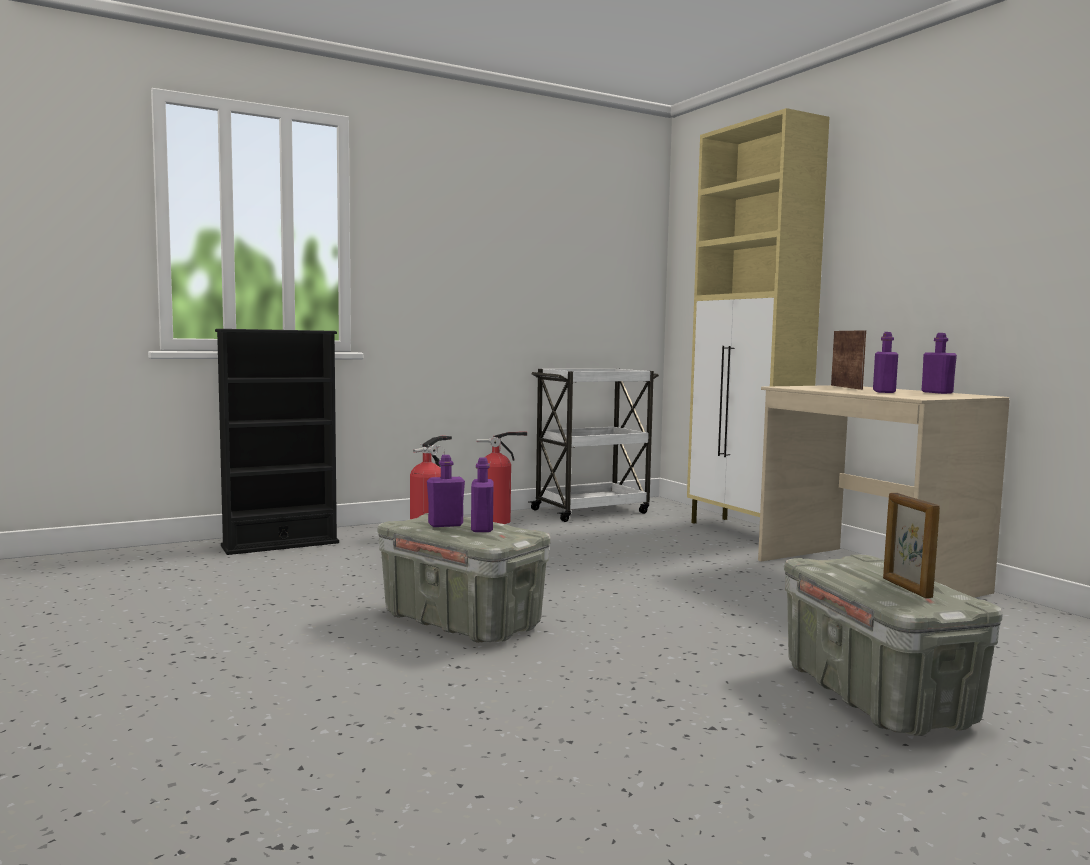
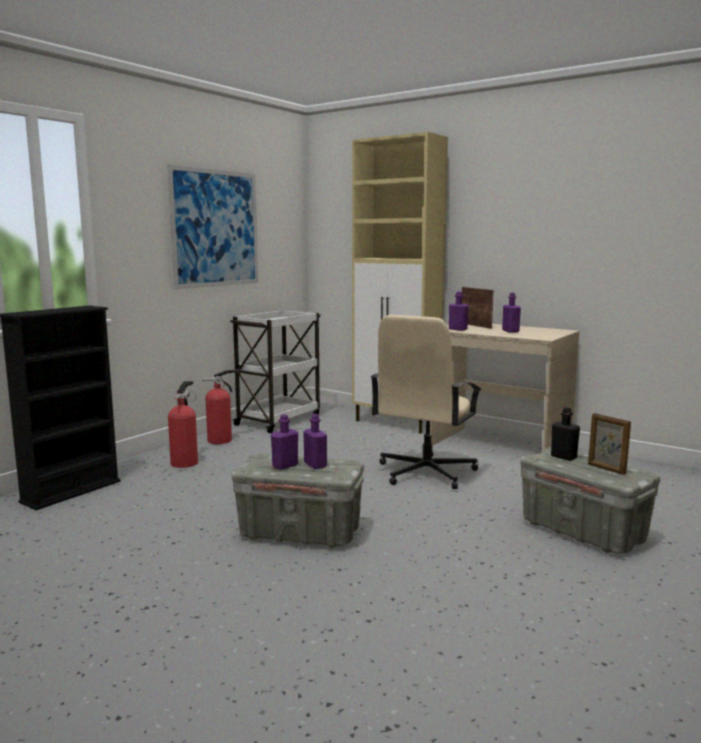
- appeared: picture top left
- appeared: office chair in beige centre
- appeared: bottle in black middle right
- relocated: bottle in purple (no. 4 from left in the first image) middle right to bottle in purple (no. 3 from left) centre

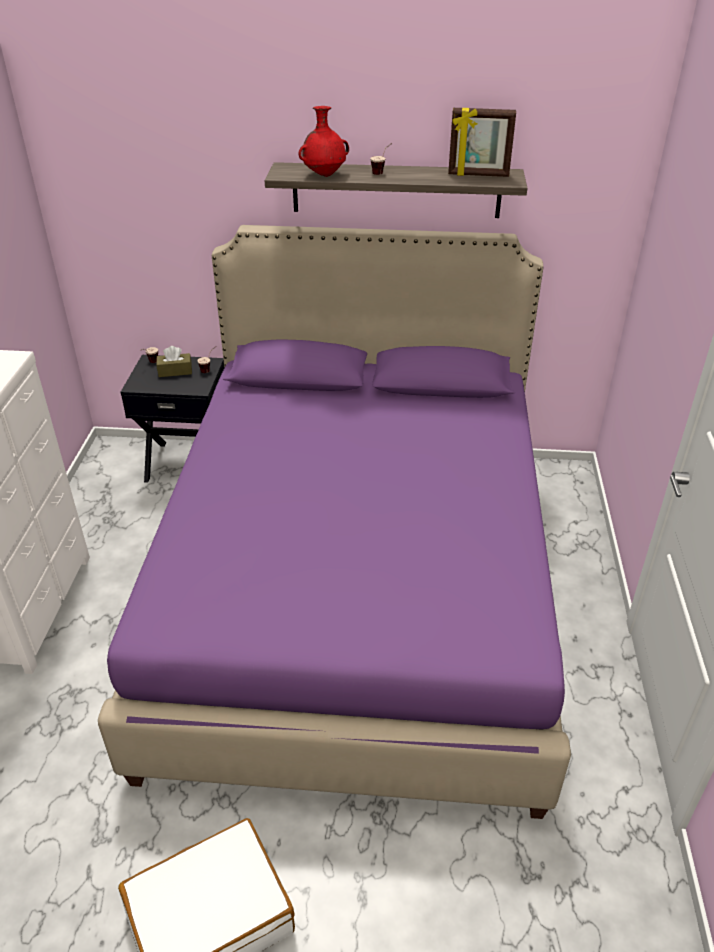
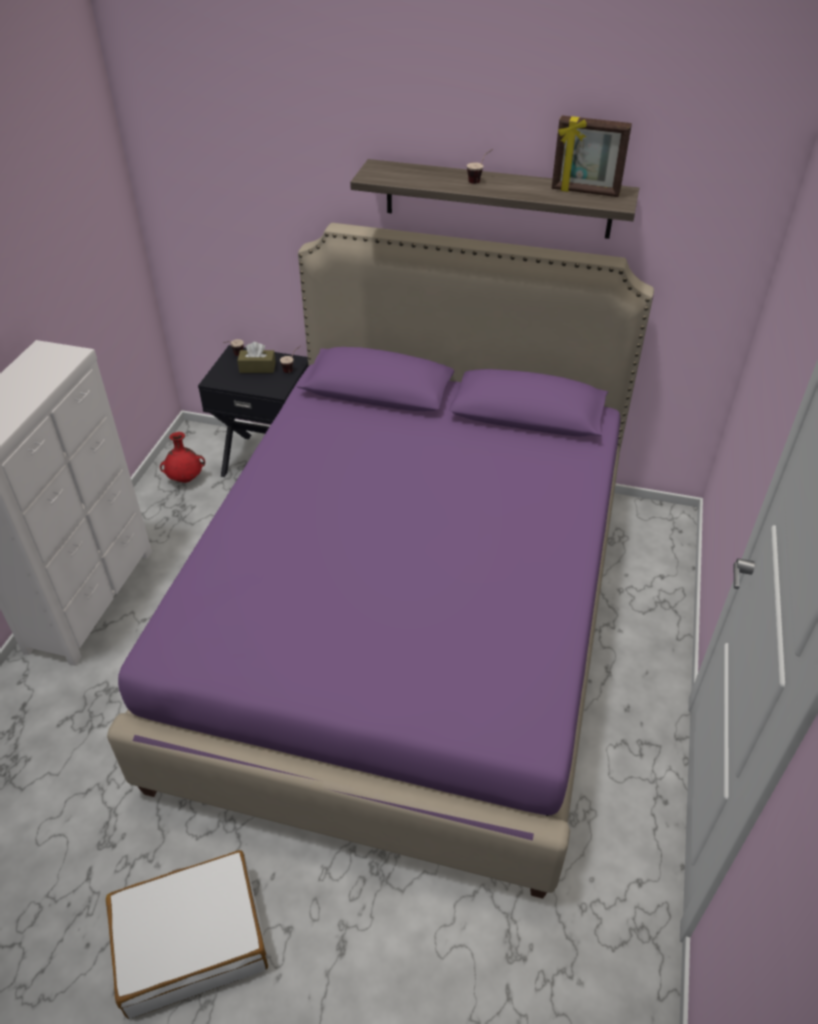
- relocated: vase in red top centre to middle left

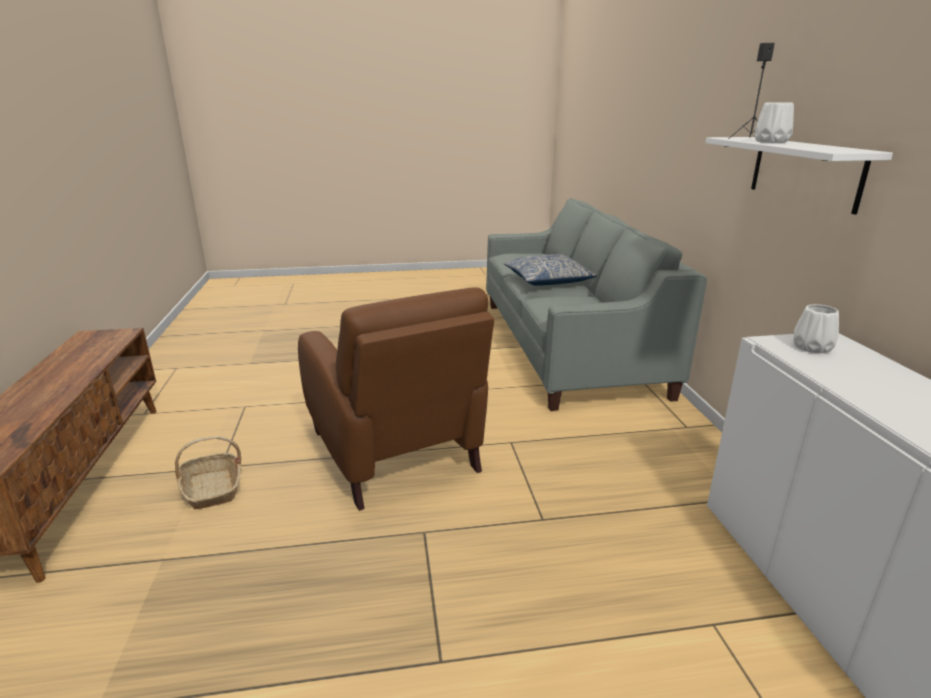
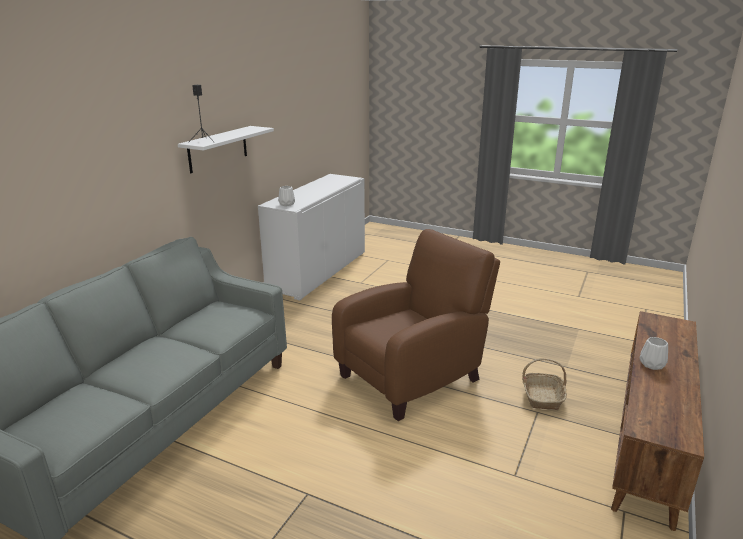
- missing: pillow centre
- relocated: vase in white (no. 1 from left in the first image) top right to vase in white (no. 2 from left) middle right
- spun: armchair in brown centre = centre 45 degrees clockwise

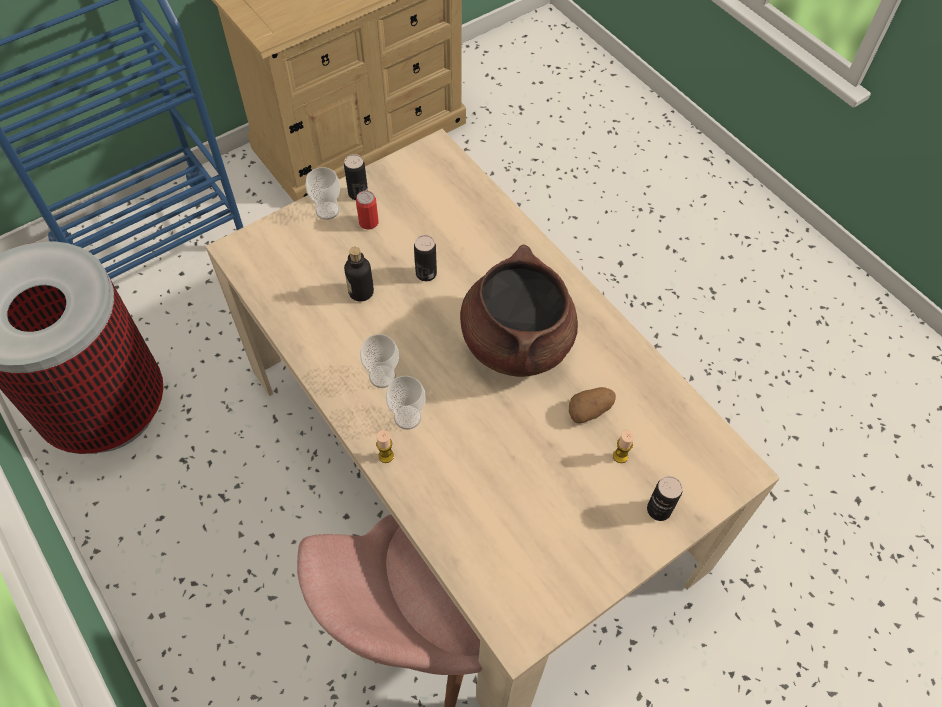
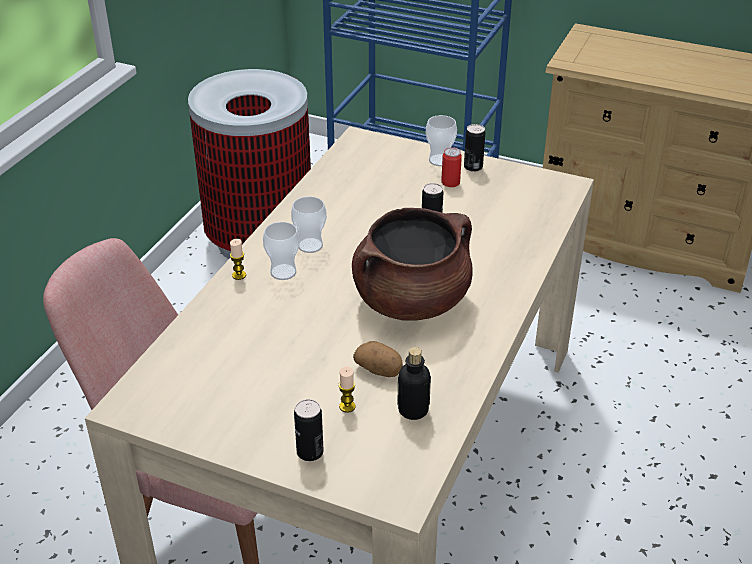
- relocated: bottle centre to bottom centre

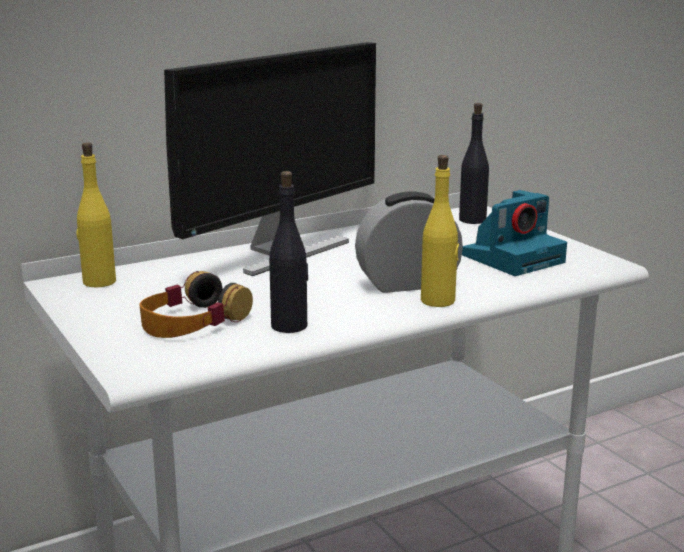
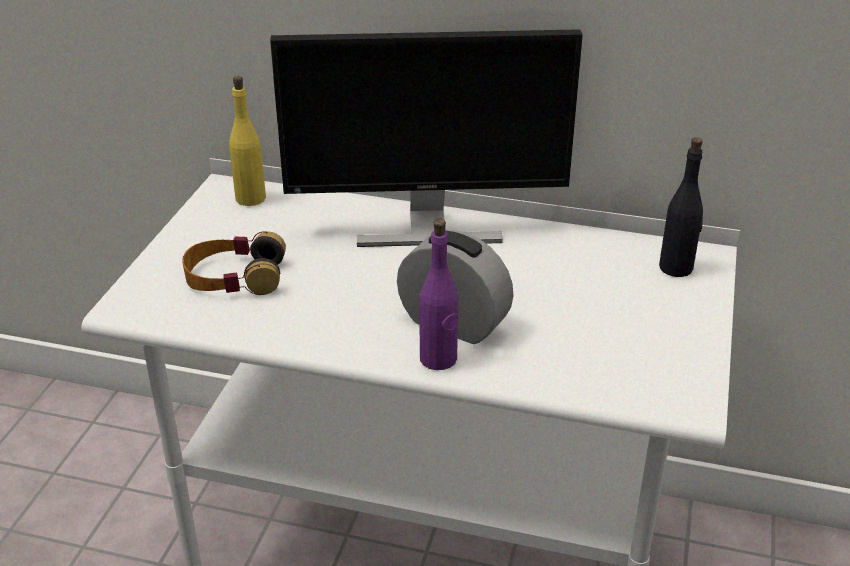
- missing: bottle in black (no. 1 from left) centre
- missing: photo camera middle right
- colour: bottle in yellow (no. 2 from left) centre to bottle in purple centre

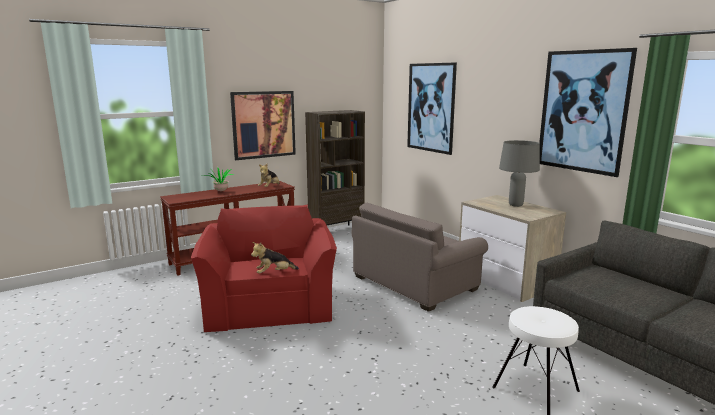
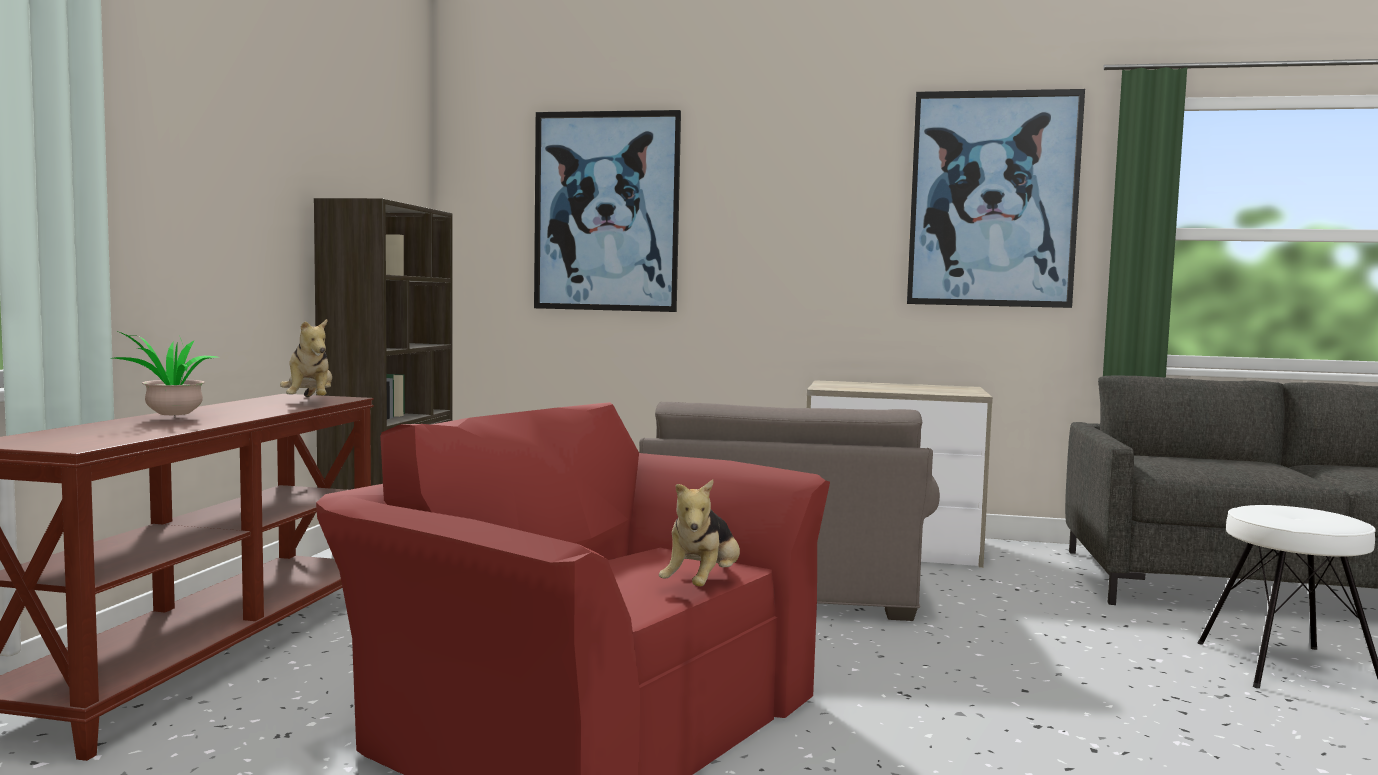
- missing: picture (no. 1 from left) top centre
- missing: table lamp in grey middle right

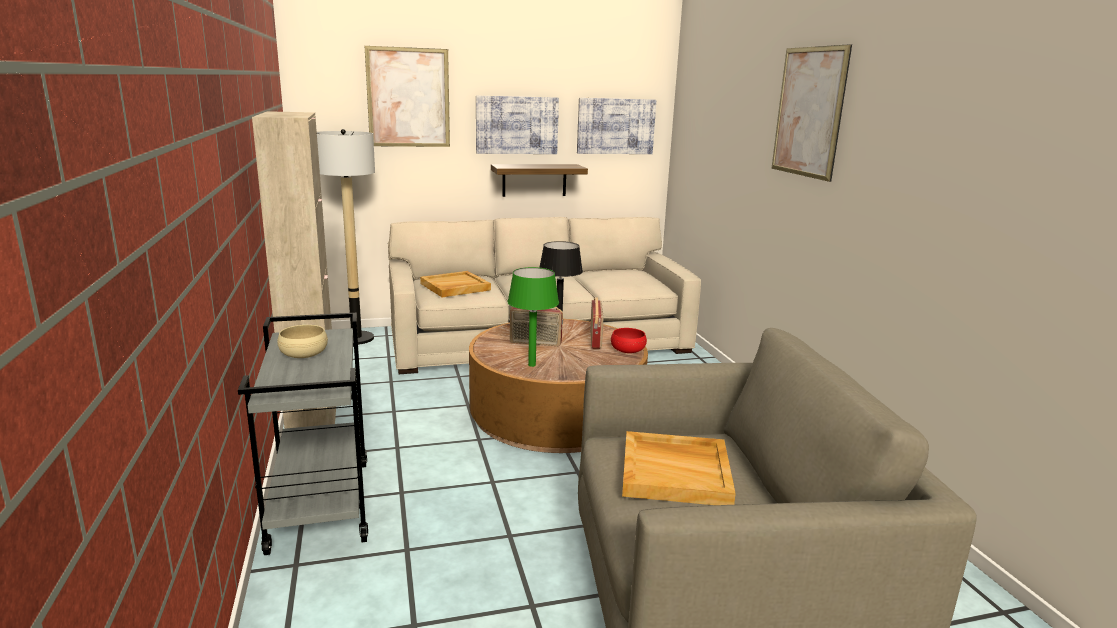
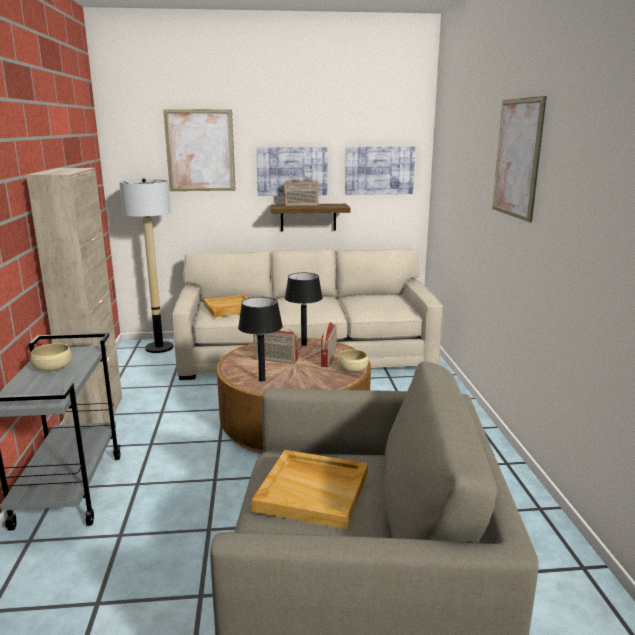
- appeared: radio (no. 2 from left) top centre
- colour: table lamp in green centre to table lamp in black (no. 1 from left) centre
- colour: bowl in red centre to bowl in beige (no. 2 from left) centre

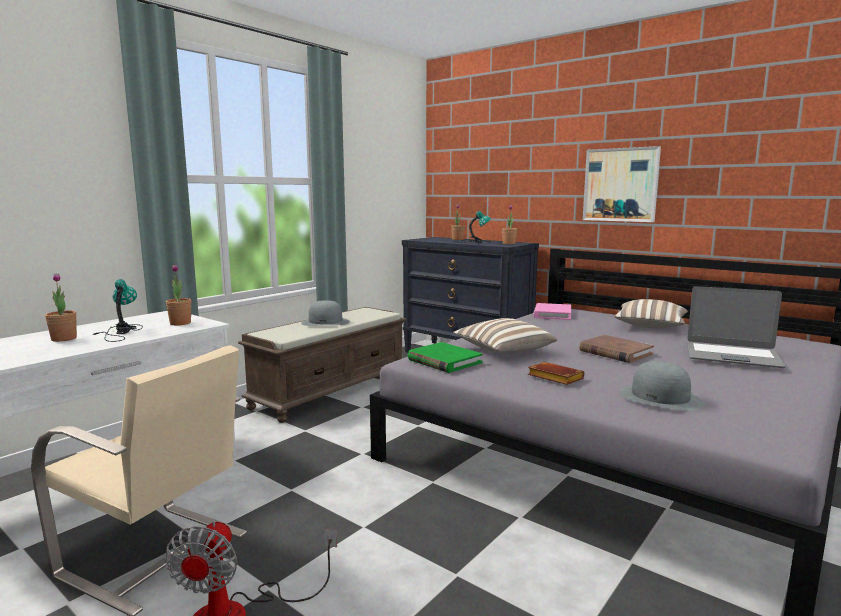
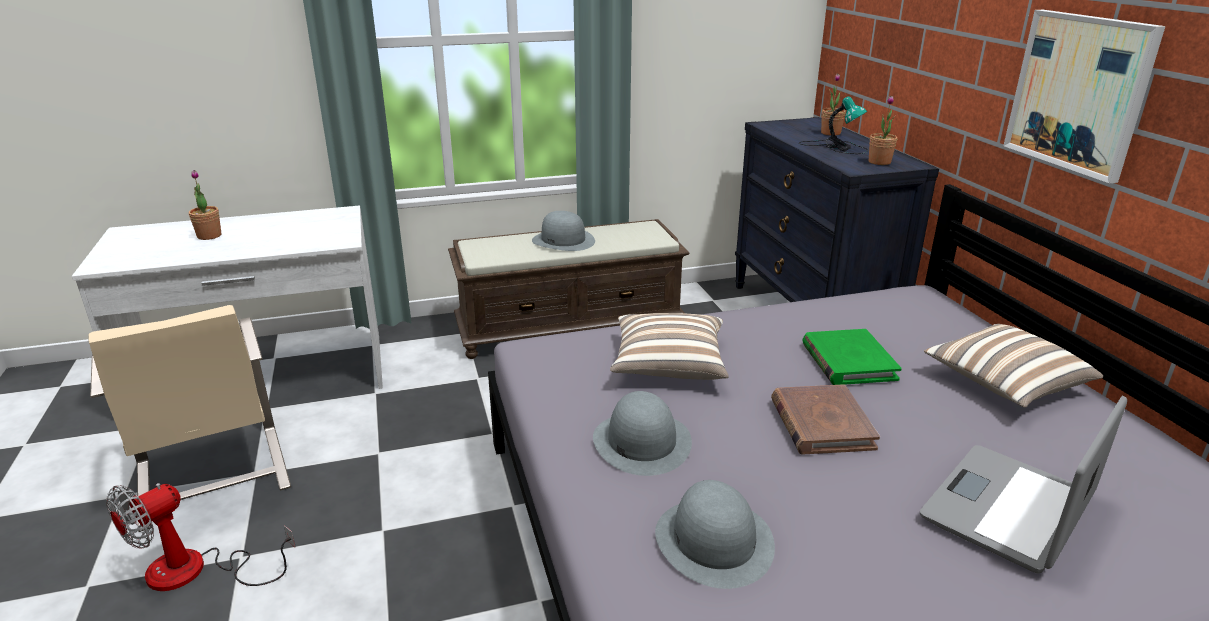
- missing: table lamp (no. 1 from left) middle left
- missing: potted plant (no. 2 from left) middle left
- missing: book in pink centre
- relocated: book in green centre to middle right
- exchanged: book in brown (no. 1 from left) centre to hat in grey (no. 2 from left) bottom centre
- spun: laptop middle right = bottom right 75 degrees clockwise

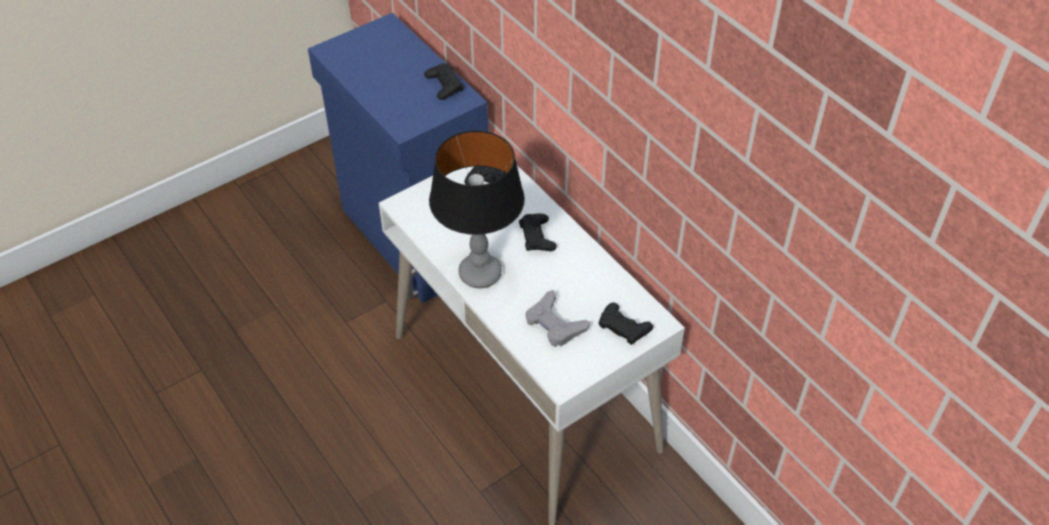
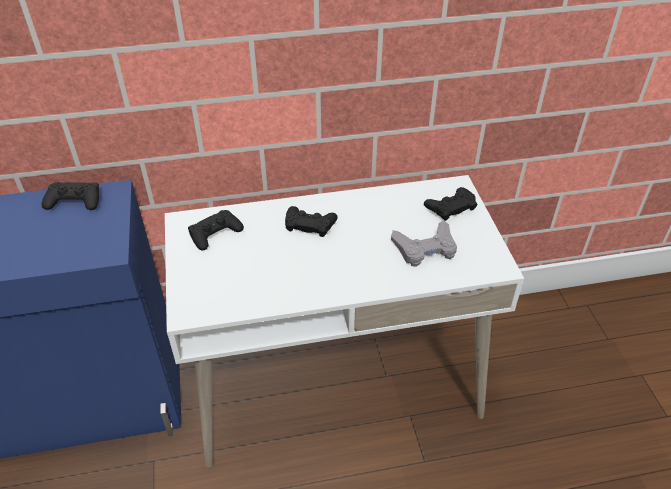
- missing: table lamp centre

